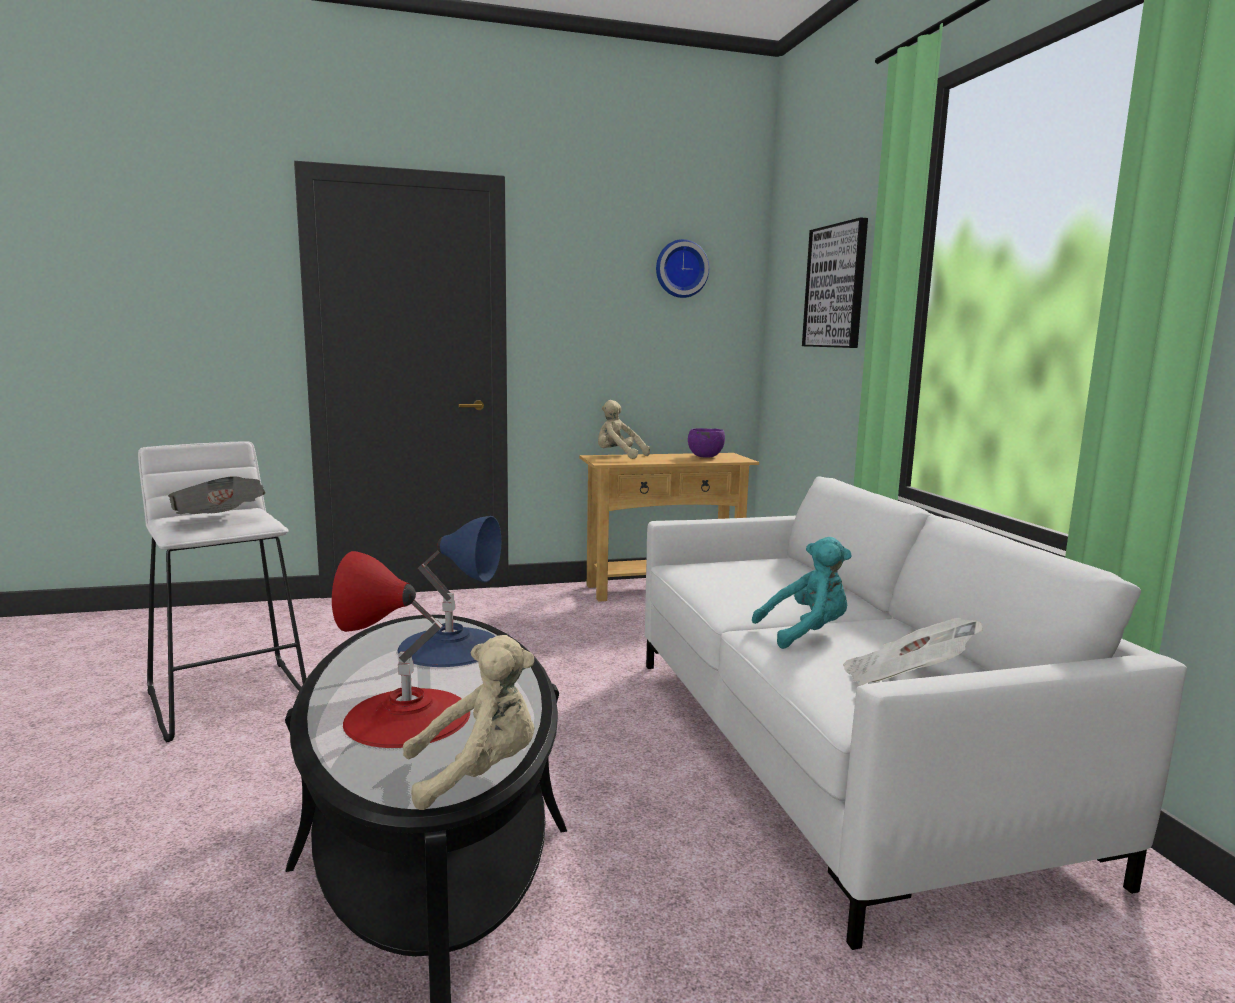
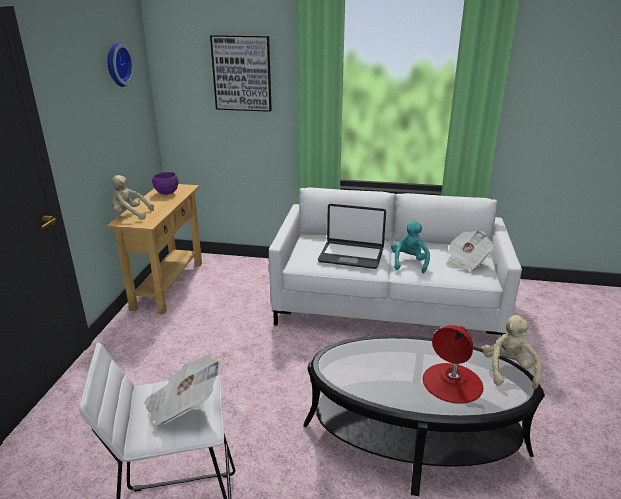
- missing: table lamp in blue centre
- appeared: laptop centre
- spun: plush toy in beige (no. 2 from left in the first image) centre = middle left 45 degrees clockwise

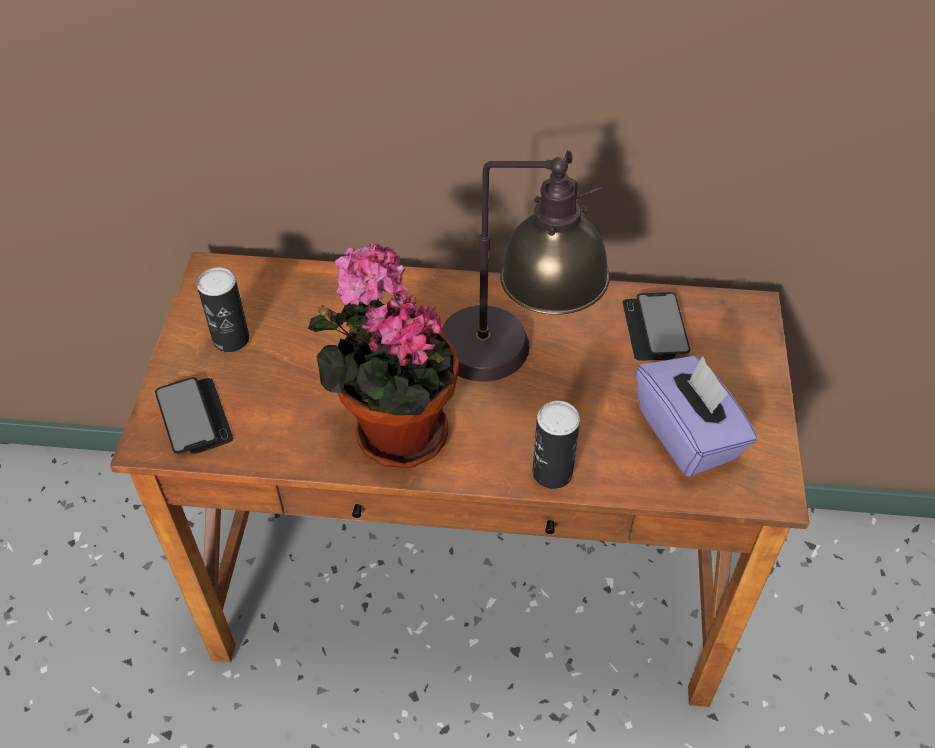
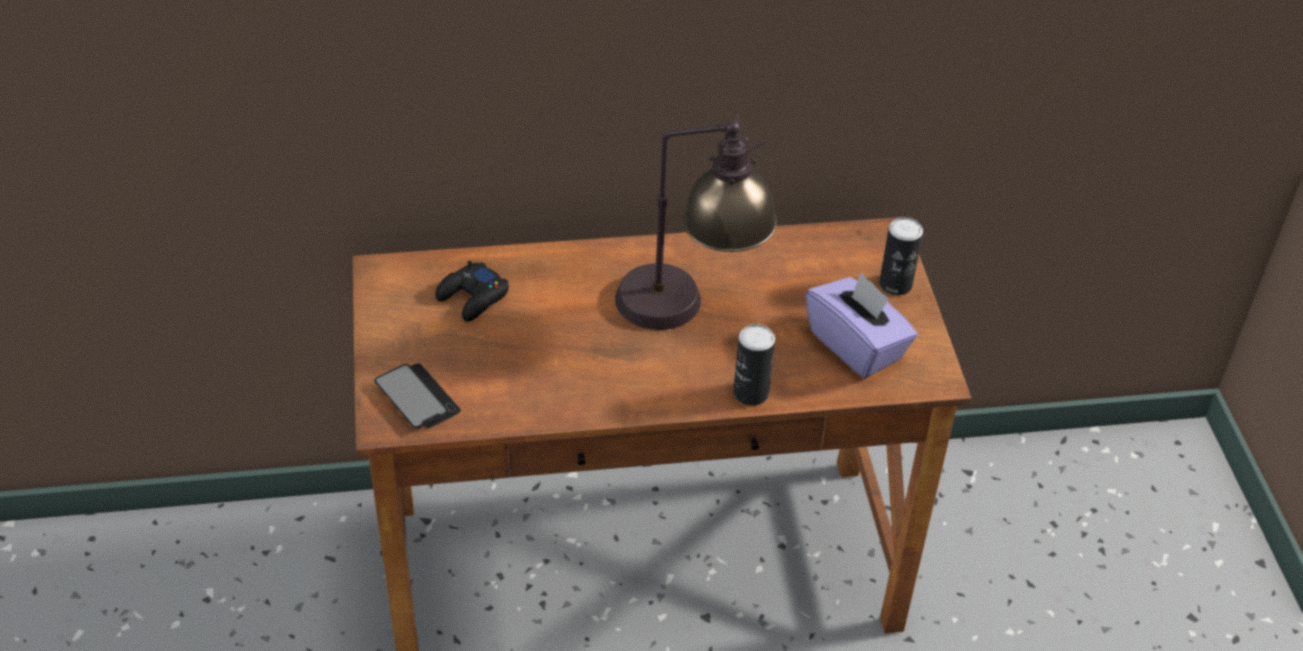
- missing: potted plant centre
- missing: phone (no. 2 from left) middle right
- appeared: game controller in black centre
- relocated: can (no. 1 from left in the first image) middle left to can (no. 2 from left) middle right

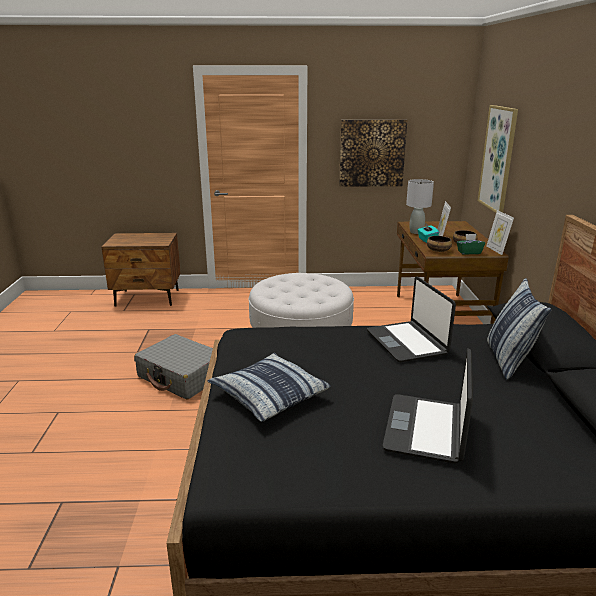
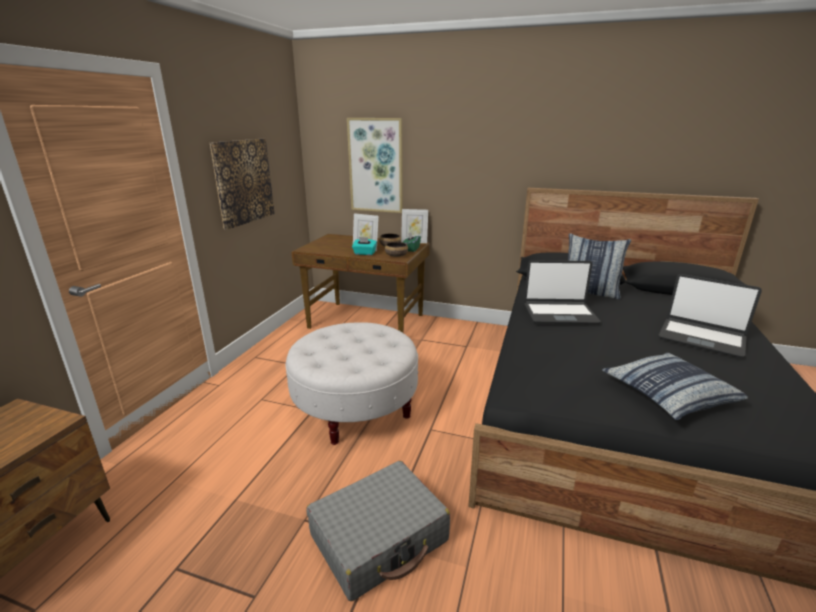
- missing: table lamp in grey middle right

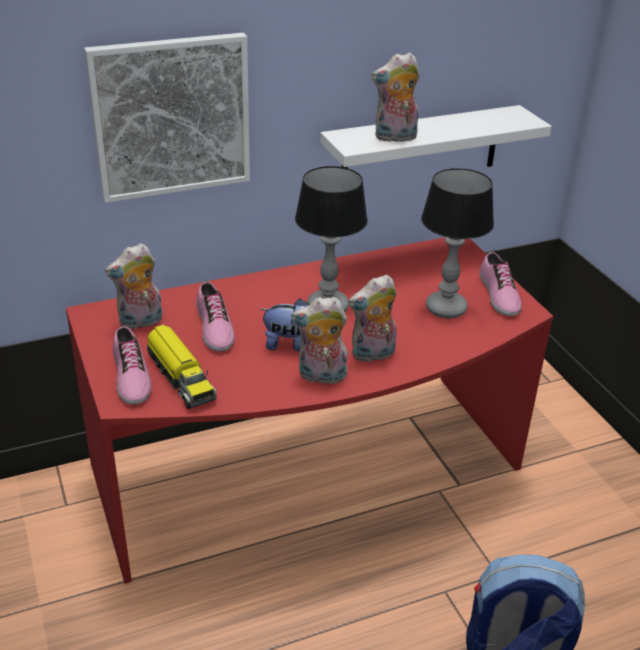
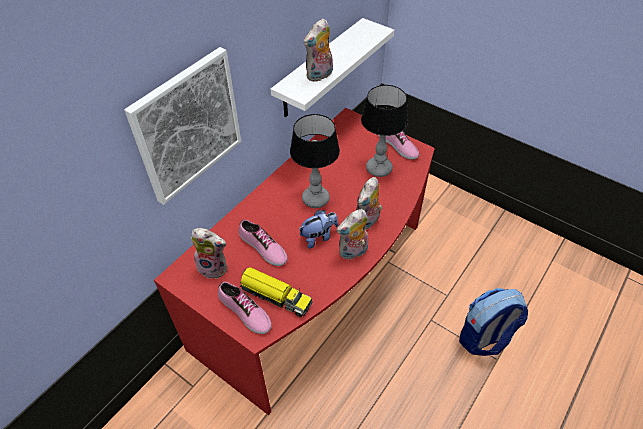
- spun: plush toy (no. 1 from left) middle left = middle left 105 degrees counterclockwise

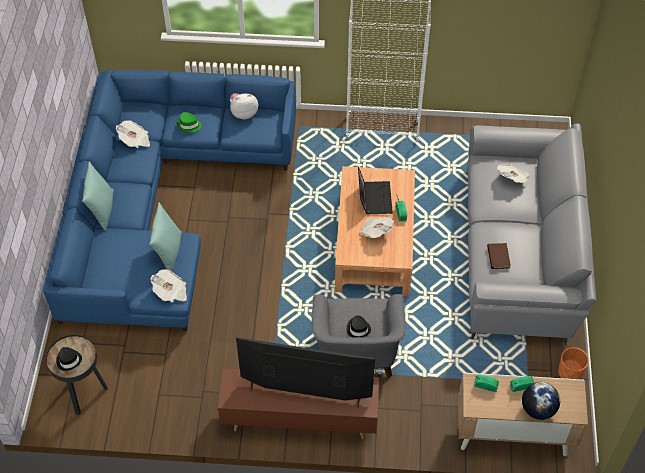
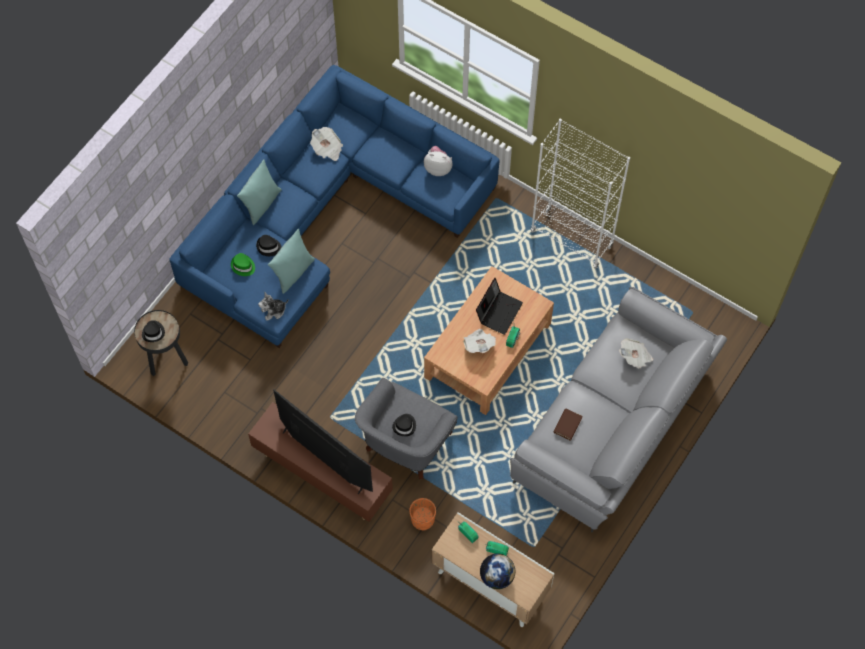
- appeared: hat in black (no. 2 from left) middle left
- relocated: hat in green top left to middle left
- relocated: planter in orange bottom right to bottom centre
- exchanged: newspaper (no. 2 from left) middle left to plush toy (no. 1 from left) middle left

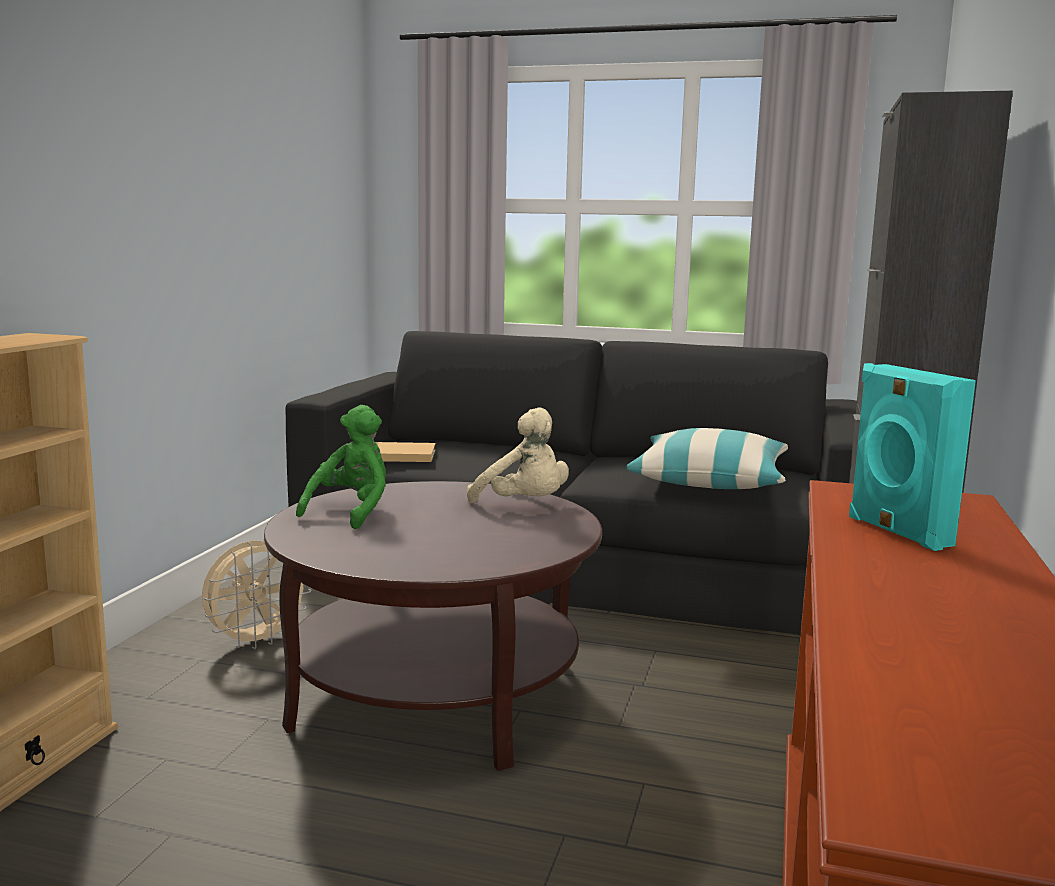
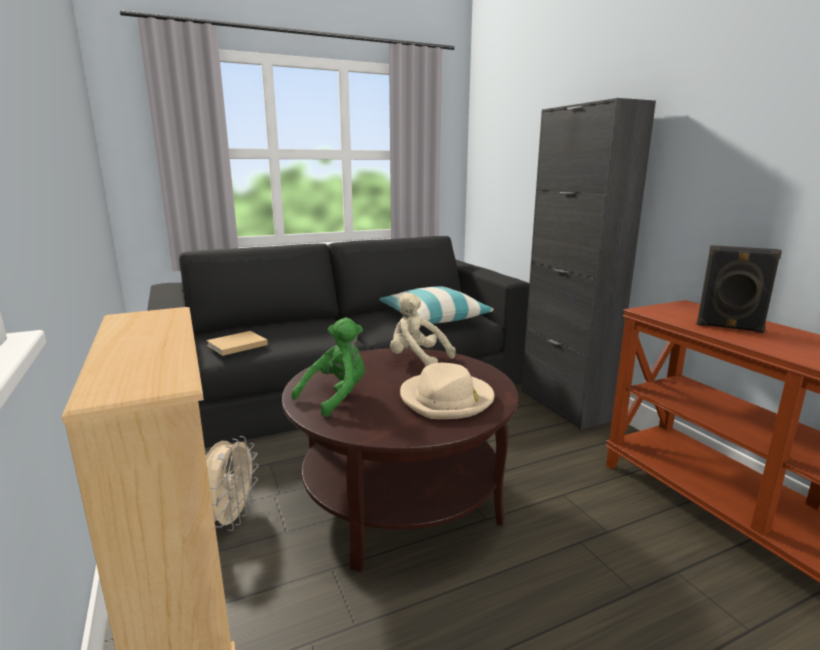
- appeared: hat in beige centre
- colour: speaker in turquoise middle right to speaker in black middle right
- spun: plush toy in green middle left = centre 60 degrees clockwise
- spun: plush toy in beige centre = centre 150 degrees counterclockwise

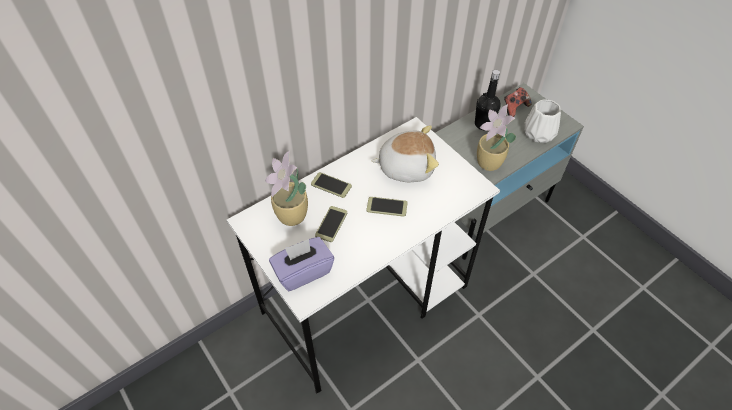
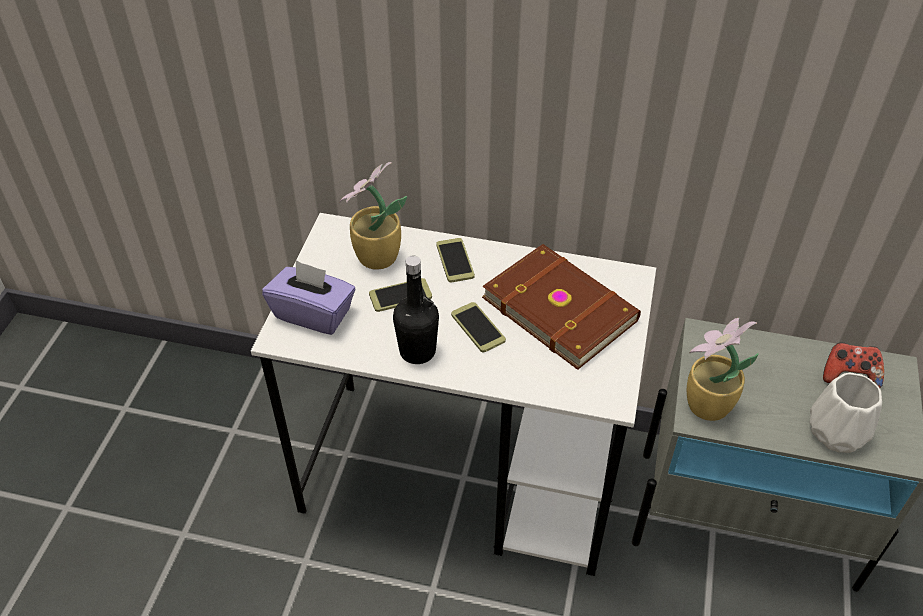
- relocated: bottle in black top centre to centre
- exchanged: plush toy centre to book in brown centre

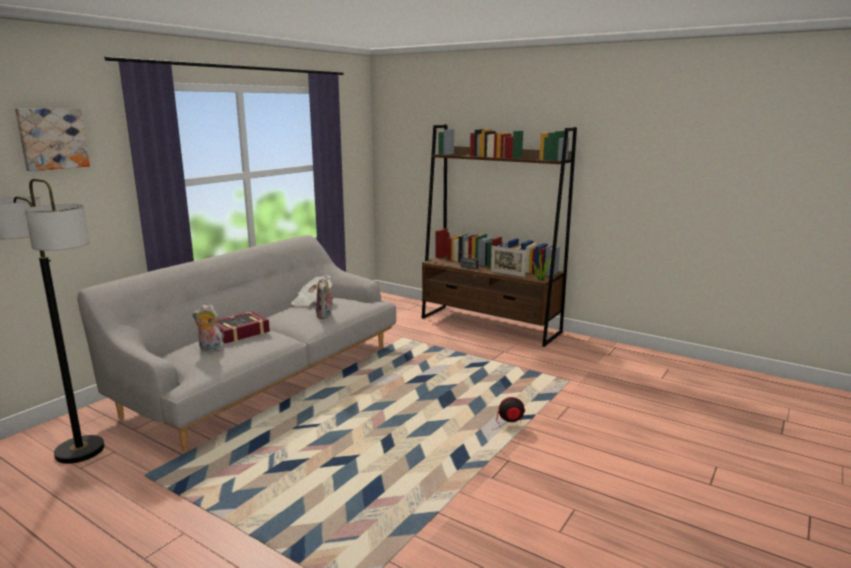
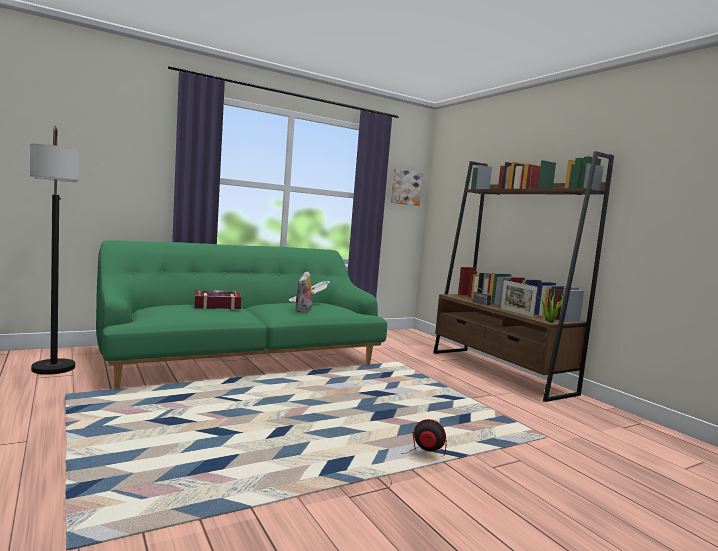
- missing: plush toy (no. 1 from left) middle left
- relocated: picture top left to centre
- colour: sofa in grey middle left to sofa in green centre

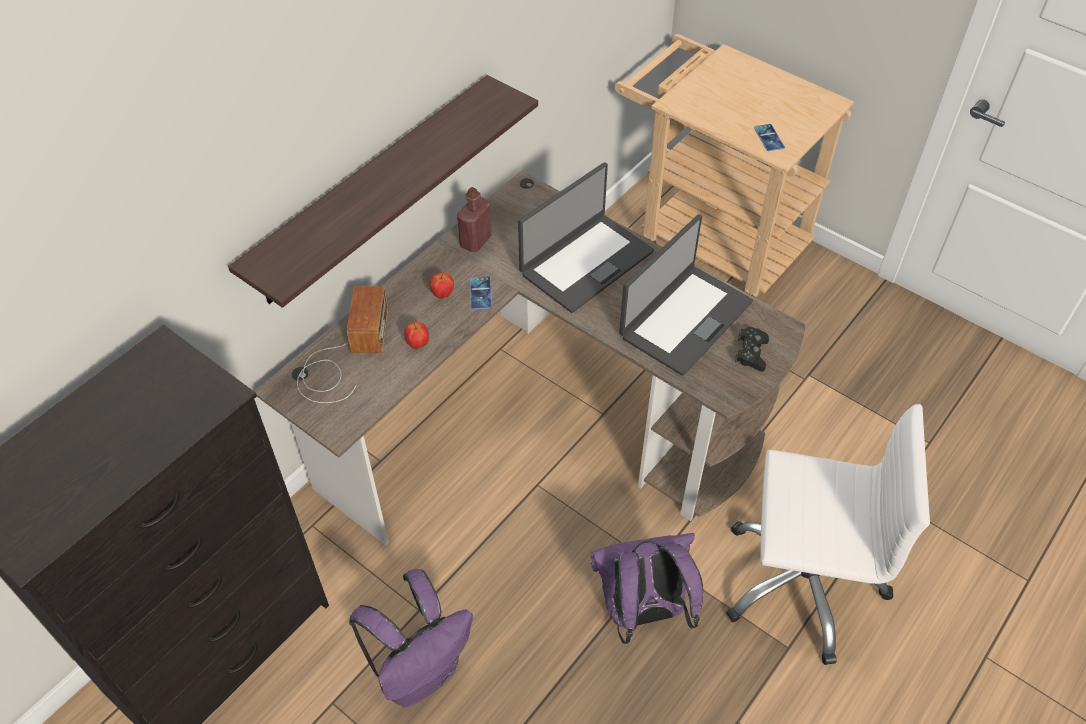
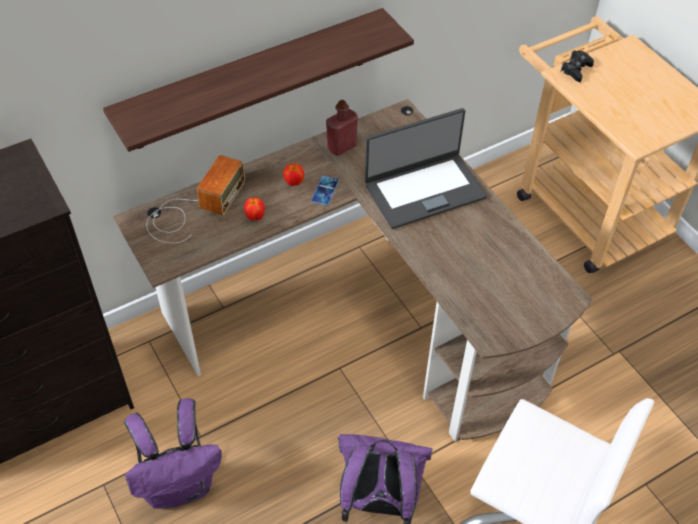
- missing: laptop (no. 2 from left) centre
- missing: phone (no. 2 from left) top right
- relocated: game controller in black middle right to top right

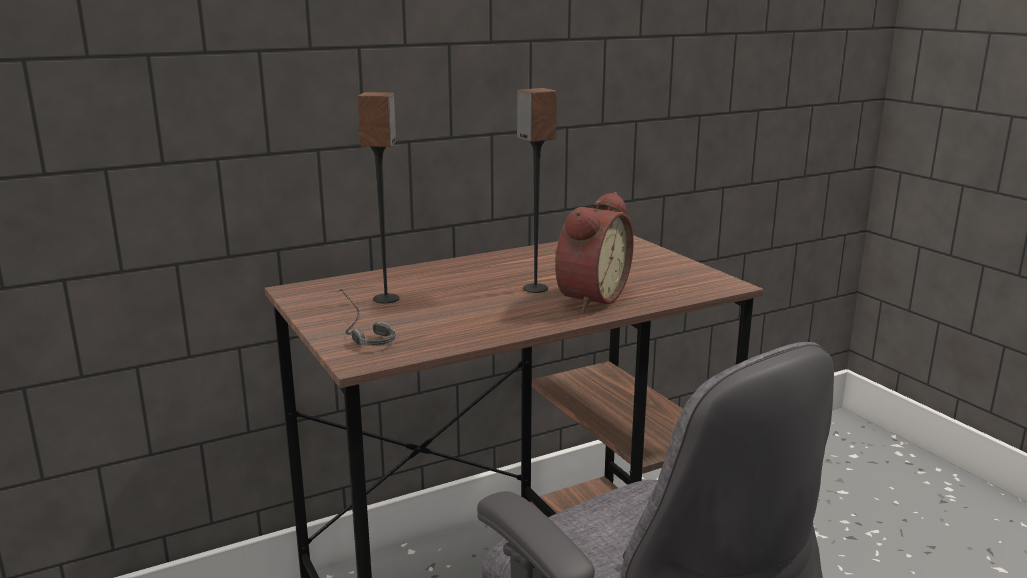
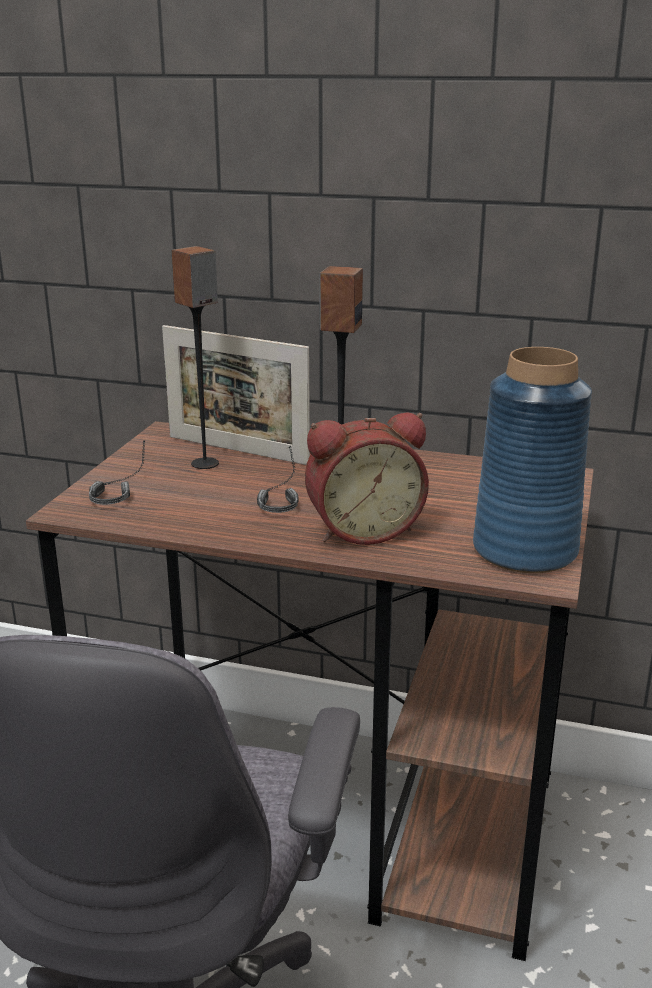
- appeared: picture frame centre
- appeared: headphones (no. 2 from left) centre
- appeared: vase in blue middle right

